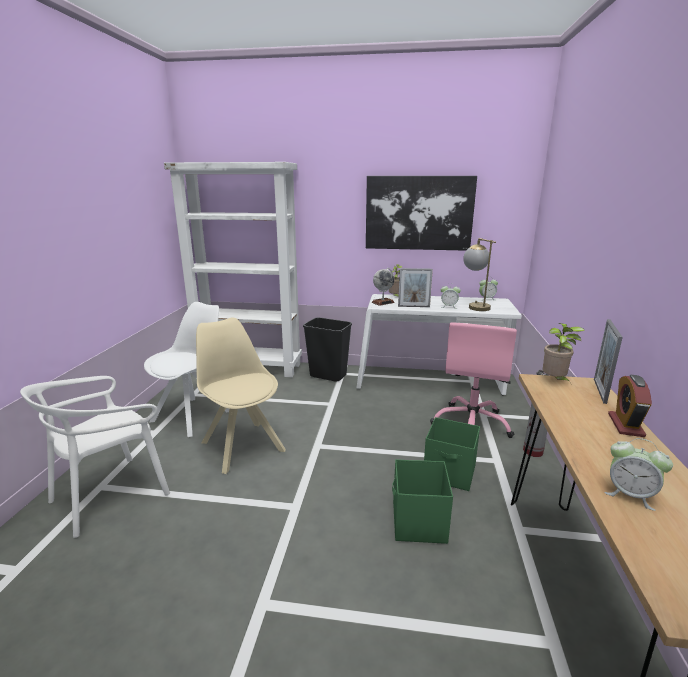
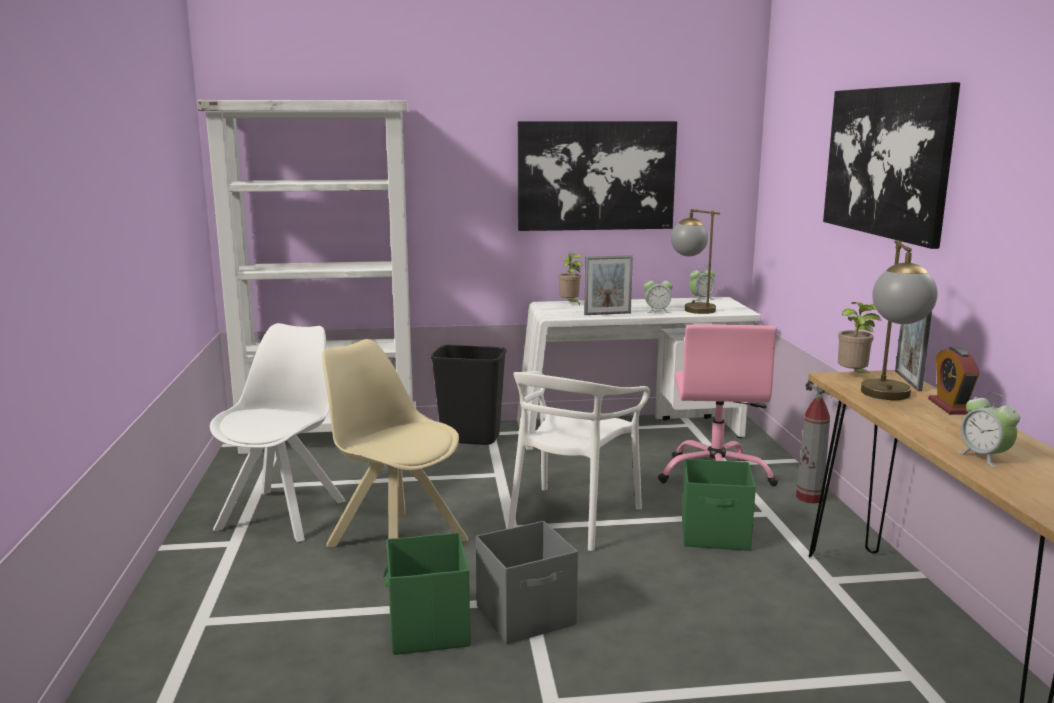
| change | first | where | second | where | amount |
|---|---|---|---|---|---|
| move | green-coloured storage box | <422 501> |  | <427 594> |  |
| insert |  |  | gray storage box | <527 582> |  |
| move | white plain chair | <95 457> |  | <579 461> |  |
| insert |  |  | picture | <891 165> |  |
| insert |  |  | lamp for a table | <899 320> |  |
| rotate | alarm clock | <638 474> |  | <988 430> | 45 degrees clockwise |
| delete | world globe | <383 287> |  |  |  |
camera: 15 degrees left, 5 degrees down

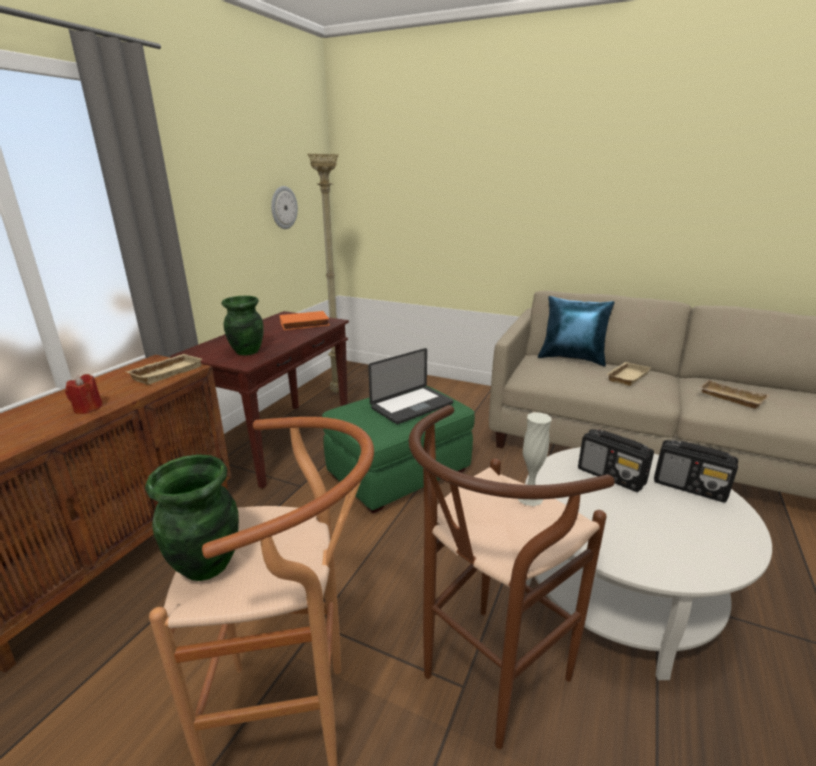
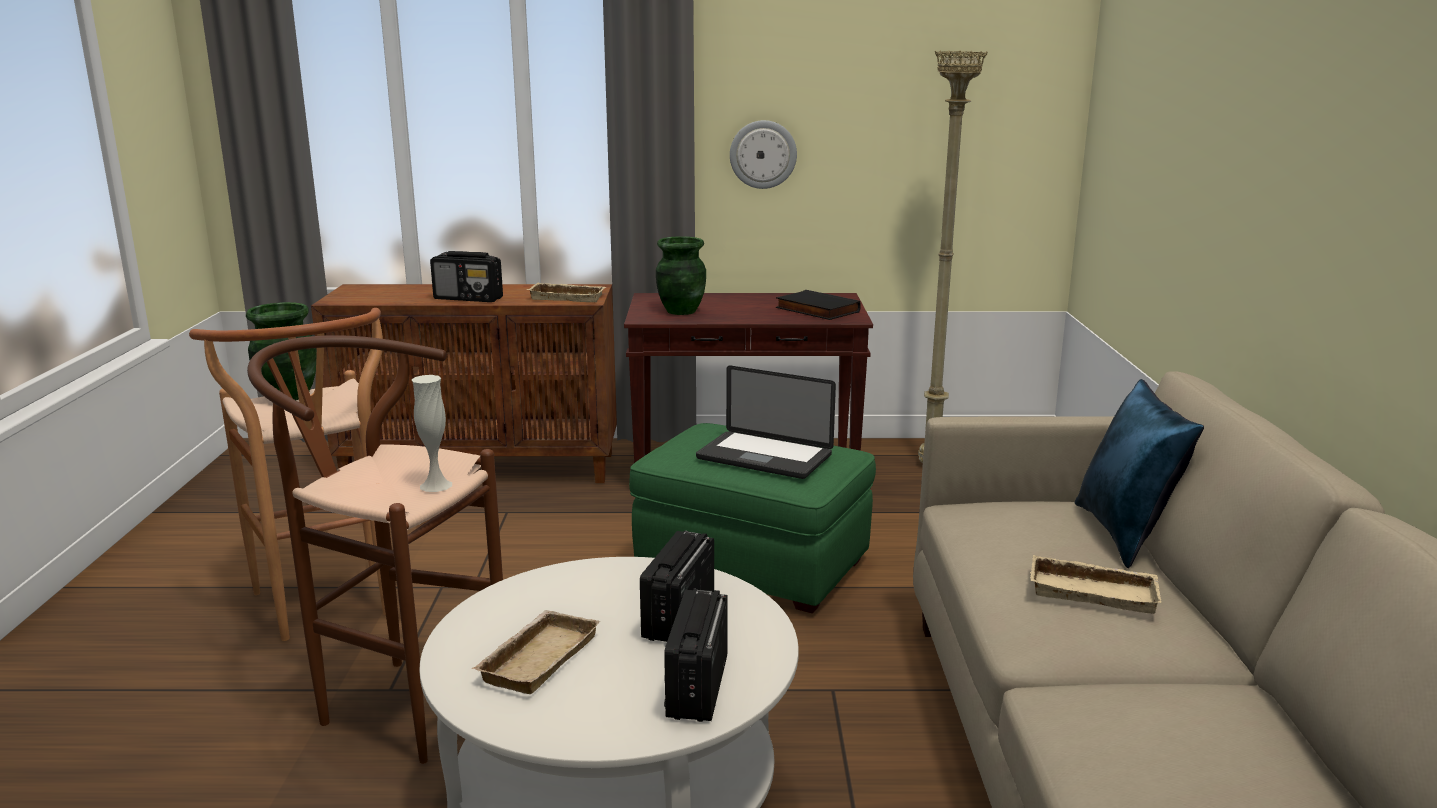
| change | first | where | second | where | amount |
|---|---|---|---|---|---|
| replace | reddish candle | <84 394> | radio receiver | <466 276> |  |
| move | sand-coloured tray | <733 394> |  | <536 652> |  |
| move | wall clock | <284 207> |  | <763 154> |  |
| recolor | orange bound book | <305 320> | blackish bound book | <818 305> |  |
camera: 65 degrees right, 5 degrees down

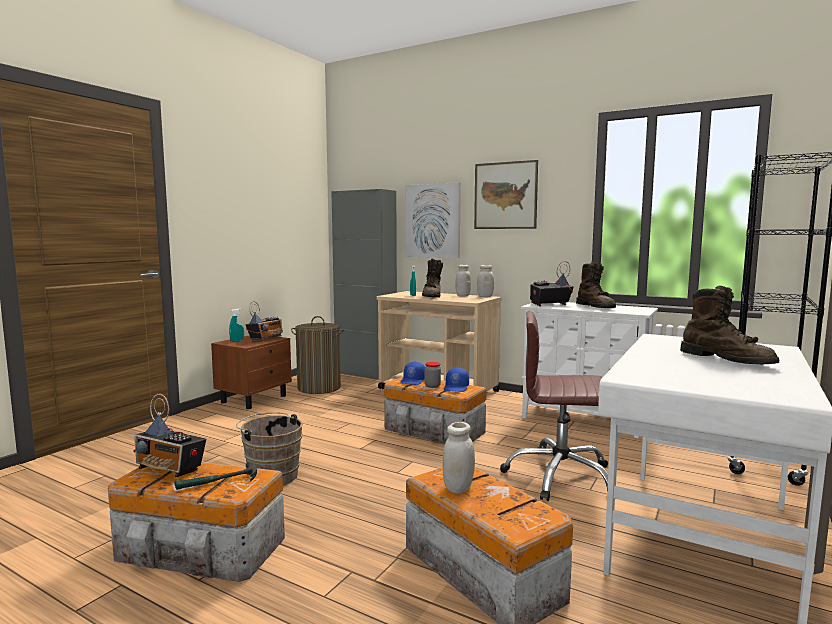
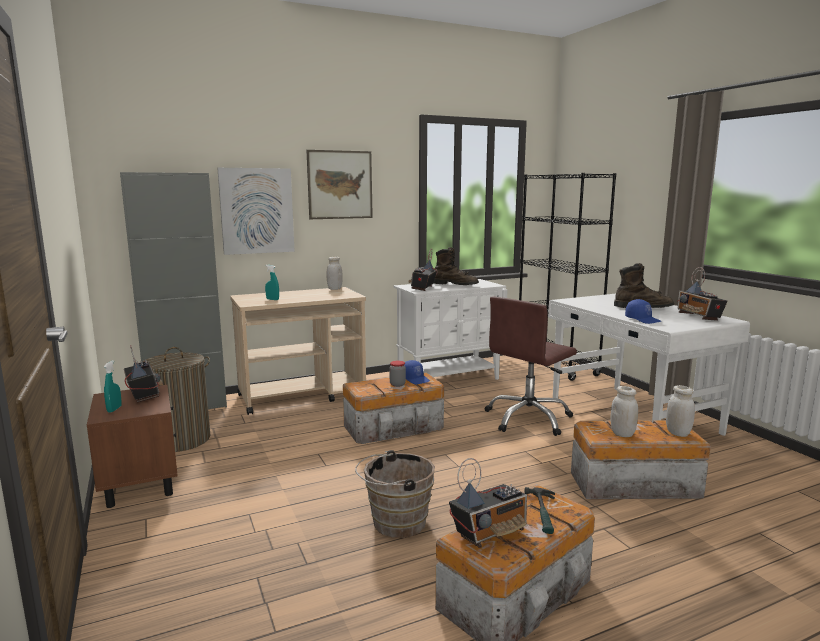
| change | first | where | second | where | amount |
|---|---|---|---|---|---|
| move | blue-coloured peaked cap | <413 373> |  | <643 311> |  |
| move | white storage jar | <463 280> |  | <680 411> |  |
| insert |  |  | radio receiver | <702 294> |  |
| delete | brownish boot | <432 278> |  |  |  |
camera: 55 degrees left, 5 degrees up

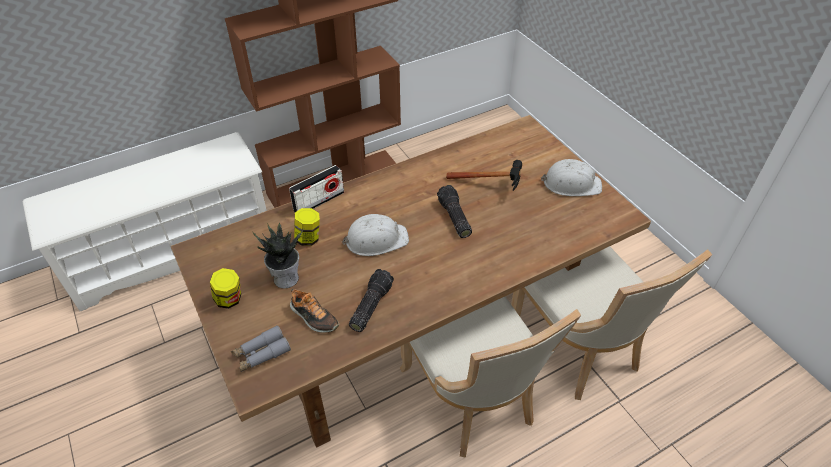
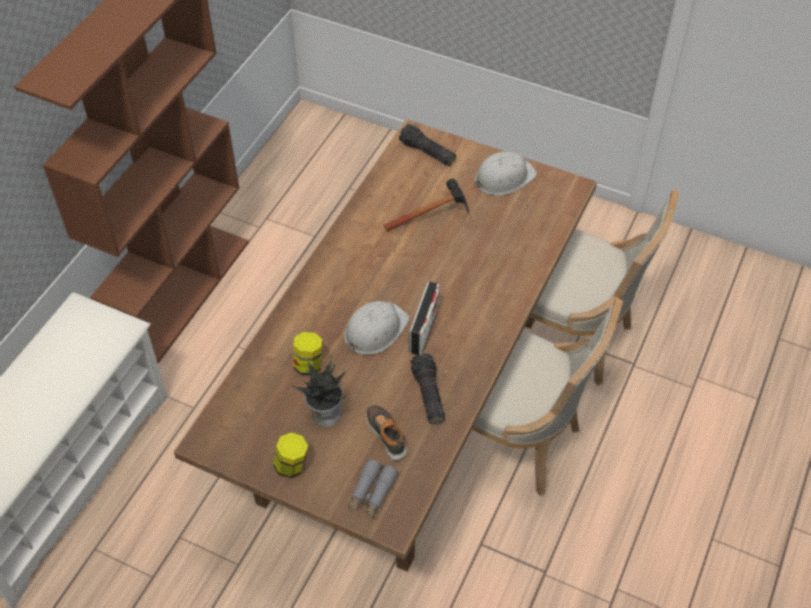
| change | first | where | second | where | amount |
|---|---|---|---|---|---|
| rotate | item of footwear | <314 311> |  | <386 433> | 120 degrees counterclockwise |
| move | torch | <454 211> |  | <427 145> |  |
| move | radio receiver | <316 188> |  | <424 318> |  |
camera: 35 degrees left, 5 degrees up

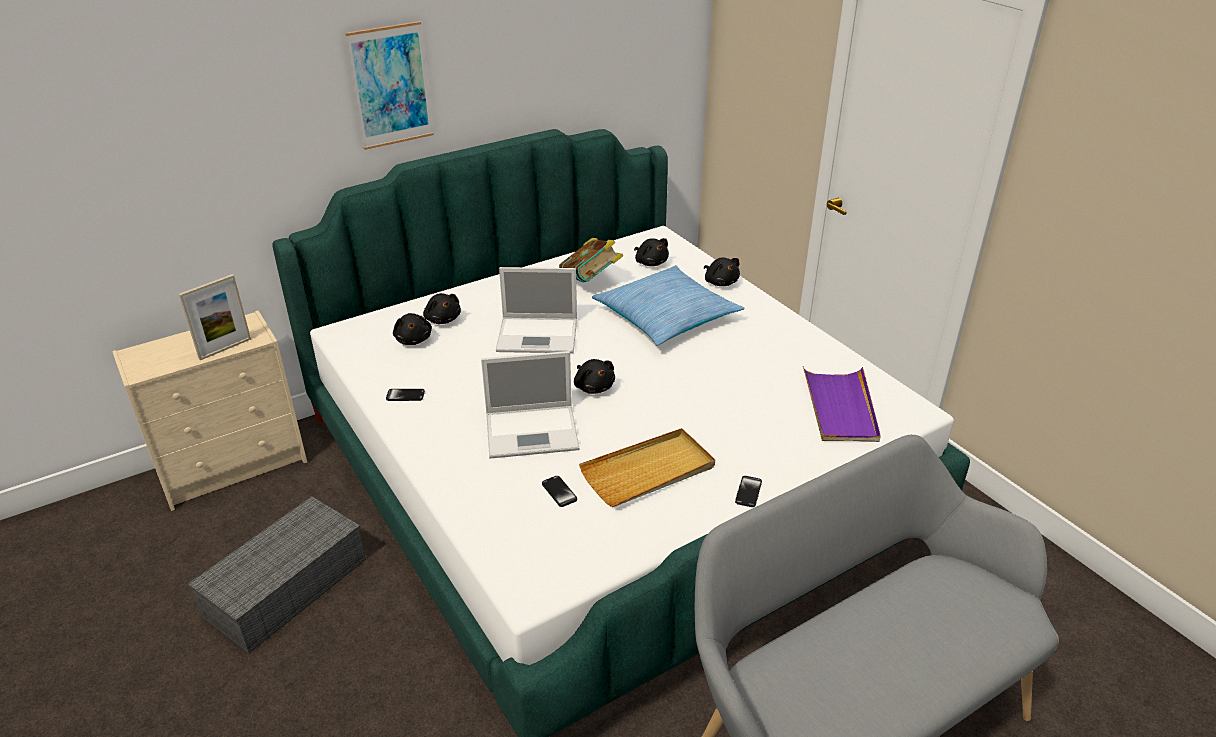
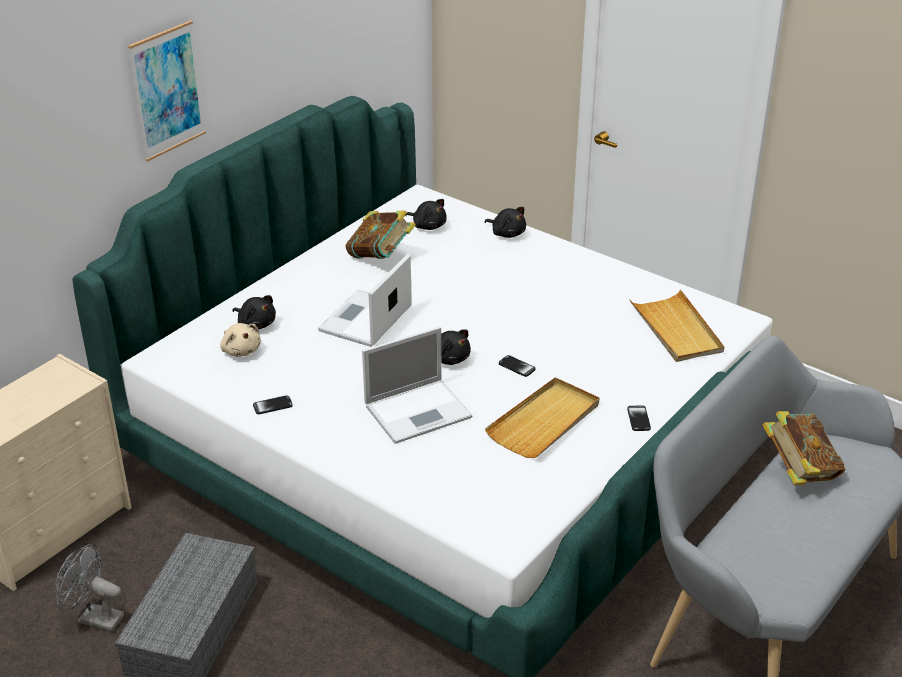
| change | first | where | second | where | amount |
|---|---|---|---|---|---|
| insert |  |  | gray electric fan | <89 588> |  |
| recolor | blackish soft toy | <412 329> | sand-coloured soft toy | <240 340> |  |
| rotate | notebook computer | <536 310> |  | <365 300> | 135 degrees clockwise |
| move | phone | <559 491> |  | <517 366> |  |
| recolor | purple-coloured tray | <842 404> | sand-coloured tray | <676 325> |  |
| insert |  |  | bound book | <804 448> |  |
| delete | photo frame | <215 317> |  |  |  |
| delete | pillow | <668 305> |  |  |  |
camera: 20 degrees left, 0 degrees up

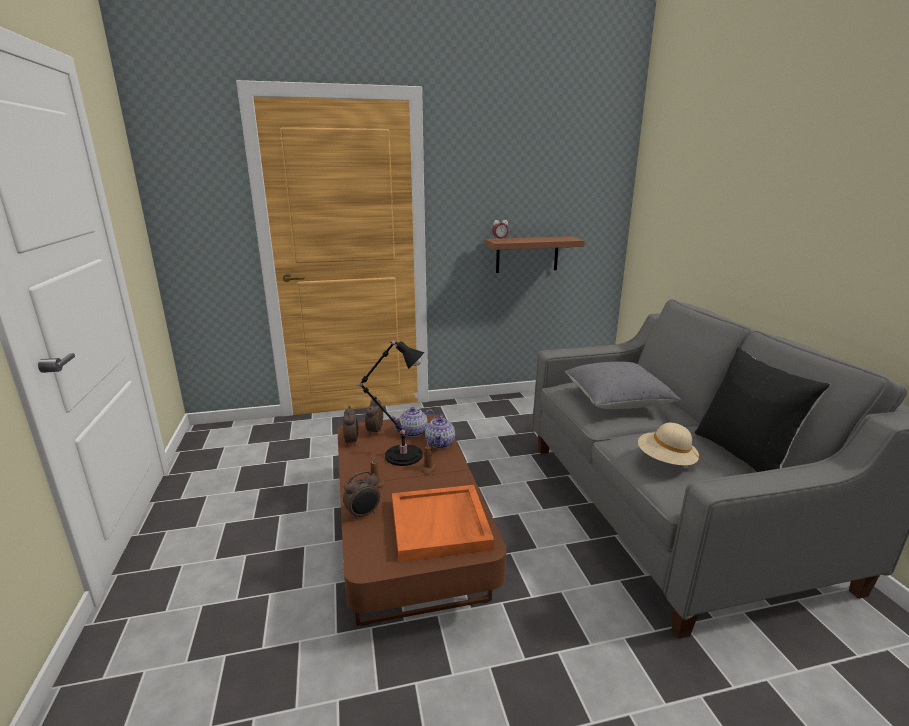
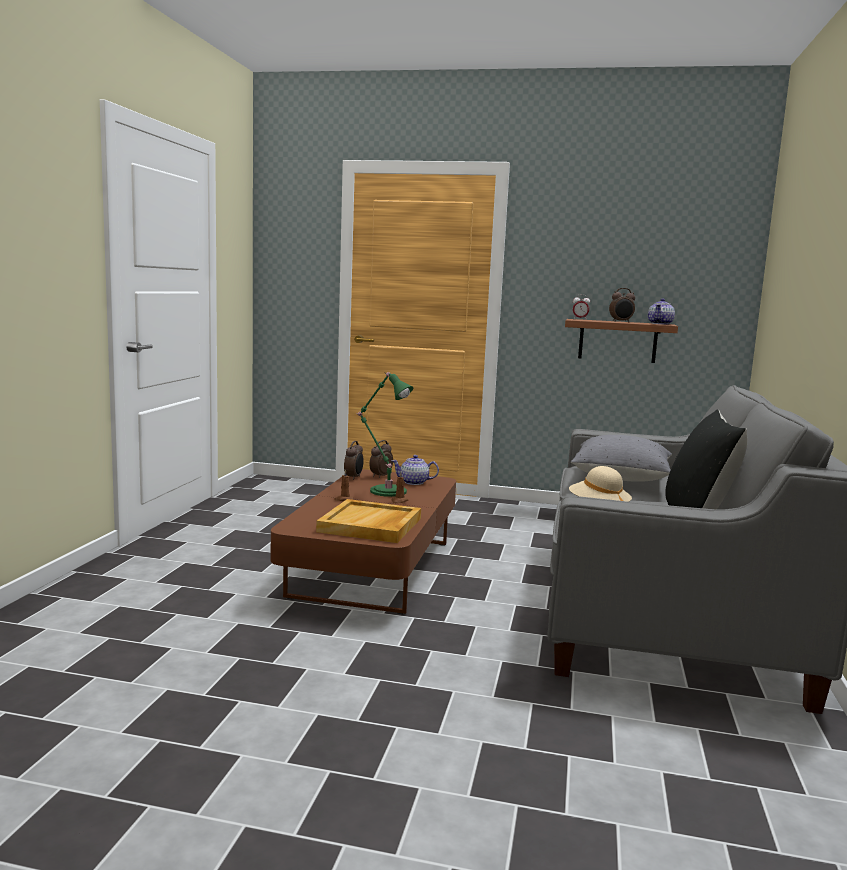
| change | first | where | second | where | amount |
|---|---|---|---|---|---|
| recolor | orange tray | <443 523> | sand-coloured tray | <368 521> |  |
| recolor | blackish lamp for a table | <390 403> | green-coloured lamp for a table | <385 434> |  |
| move | alarm clock | <361 496> |  | <622 305> |  |
| move | teapot | <440 431> |  | <661 311> |  |
camera: 25 degrees right, 10 degrees down

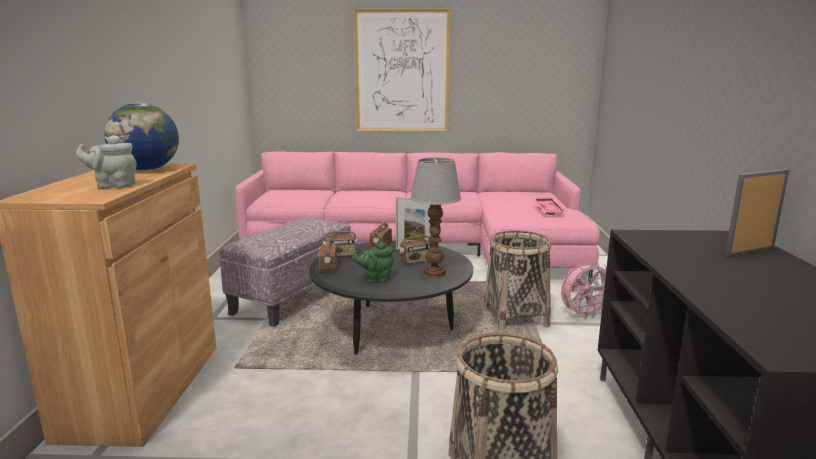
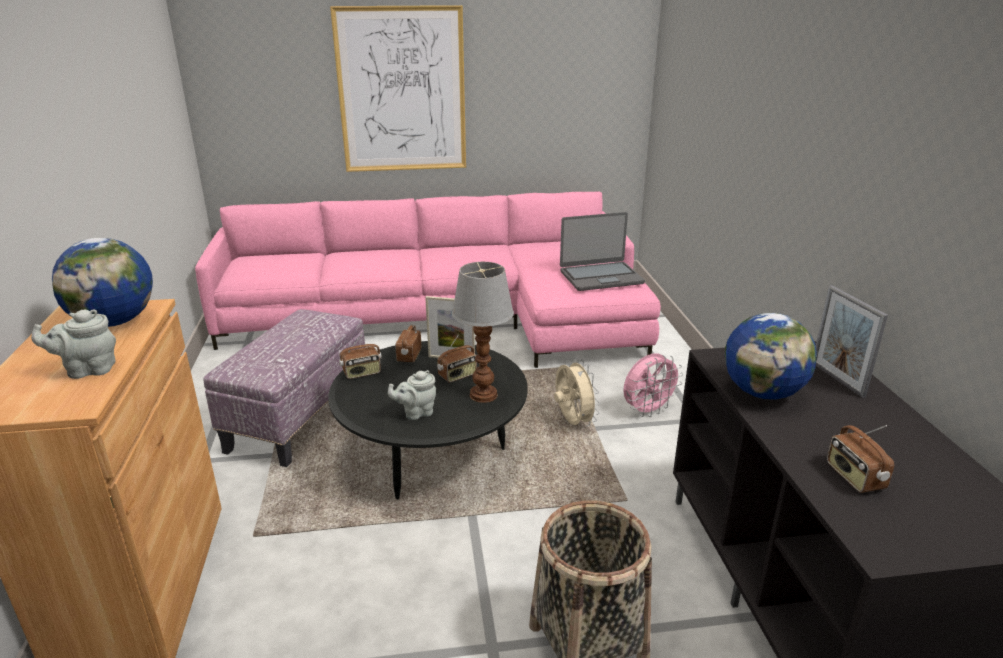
| change | first | where | second | where | amount |
|---|---|---|---|---|---|
| recolor | green-coloured teapot | <373 262> | gray teapot | <412 395> |  |
| replace | storage basket | <517 280> | sand-coloured electric fan | <577 392> |  |
| replace | pink-coloured tray | <549 206> | notebook computer | <602 251> |  |
| insert |  |  | world globe | <771 356> |  |
| rotate | photo frame | <757 213> |  | <852 341> | 75 degrees counterclockwise |
| move | radio receiver | <327 253> |  | <860 459> |  |
camera: 10 degrees left, 10 degrees up

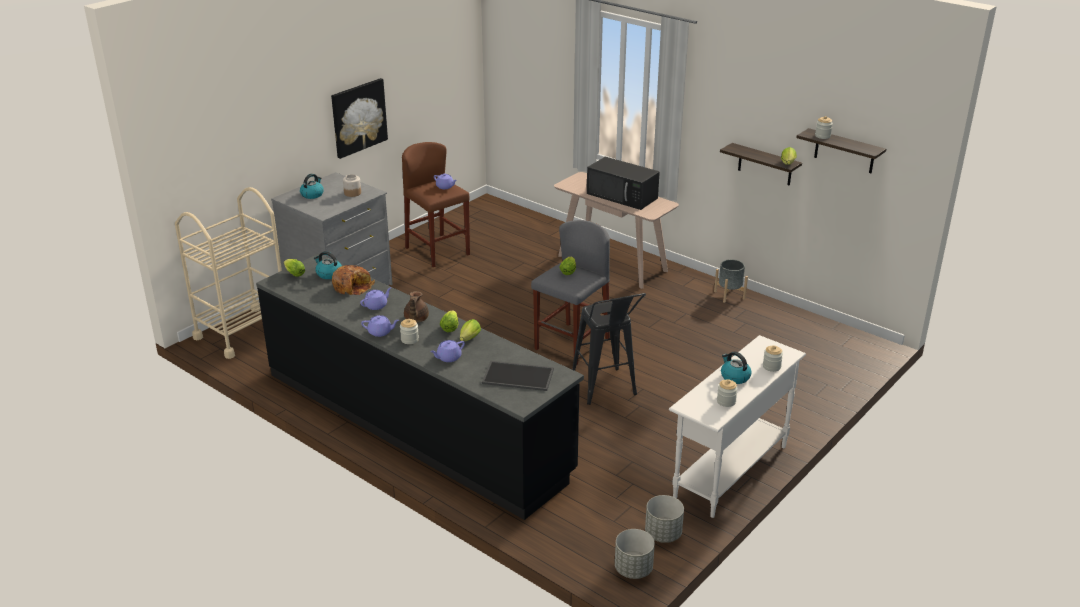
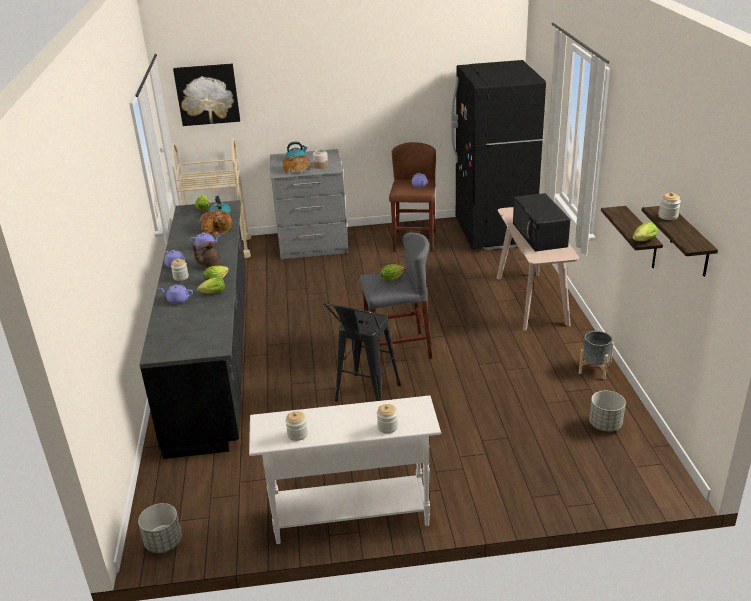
| change | first | where | second | where | amount |
|---|---|---|---|---|---|
| move | picture | <359 118> |  | <206 95> |  |
| insert |  |  | baked bread | <296 164> |  |
| insert |  |  | blackish fridge | <498 155> |  |
| move | gray planter | <664 519> |  | <607 411> |  |
| delete | tray | <518 376> |  |  |  |
| delete | water kettle | <736 367> |  |  |  |
camera: 45 degrees right, 0 degrees up

